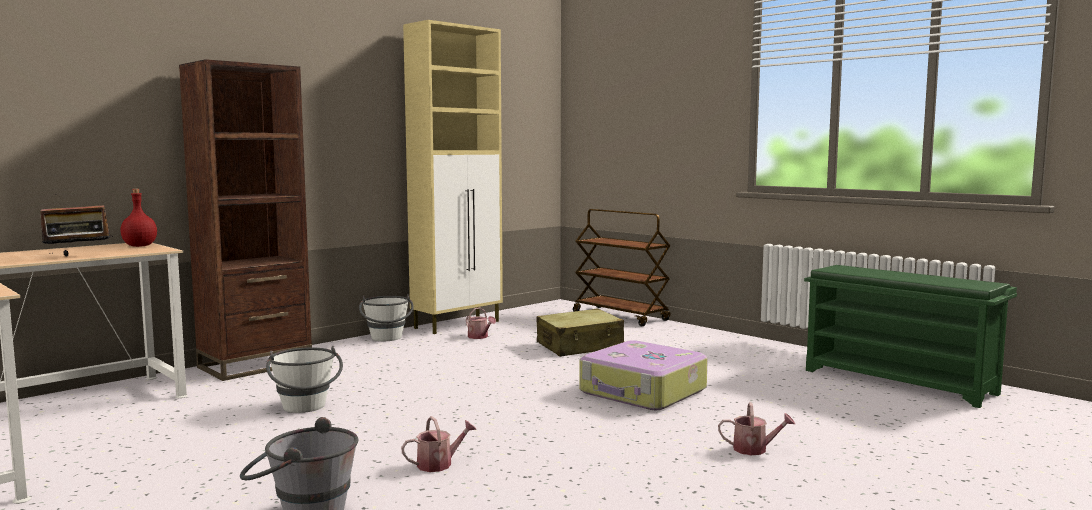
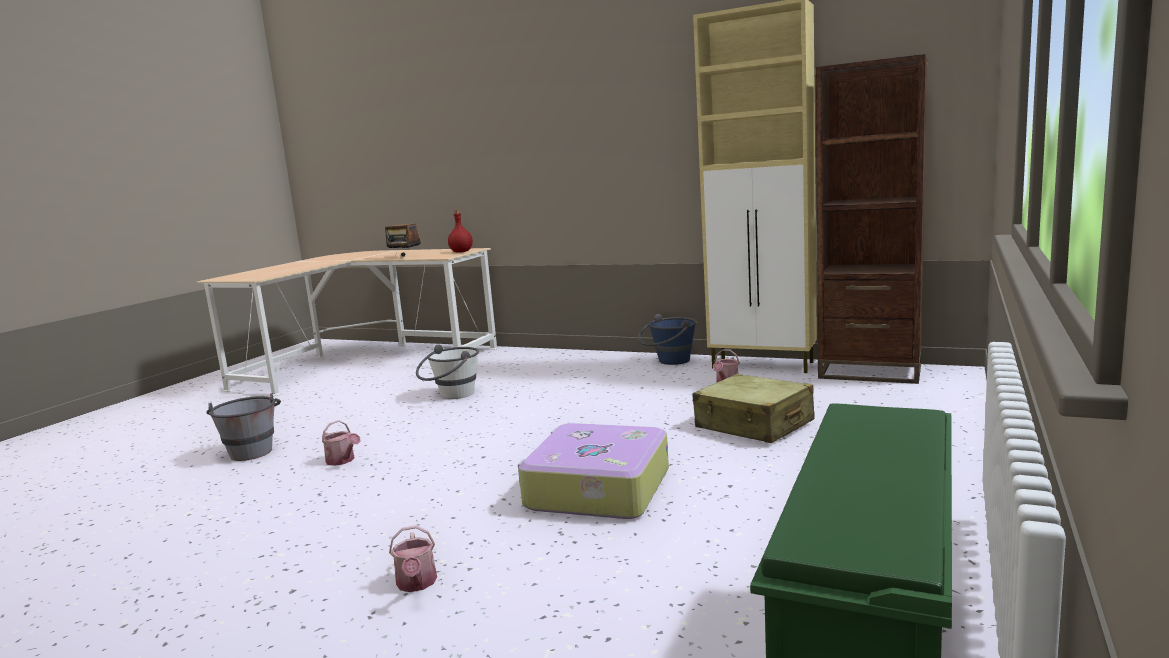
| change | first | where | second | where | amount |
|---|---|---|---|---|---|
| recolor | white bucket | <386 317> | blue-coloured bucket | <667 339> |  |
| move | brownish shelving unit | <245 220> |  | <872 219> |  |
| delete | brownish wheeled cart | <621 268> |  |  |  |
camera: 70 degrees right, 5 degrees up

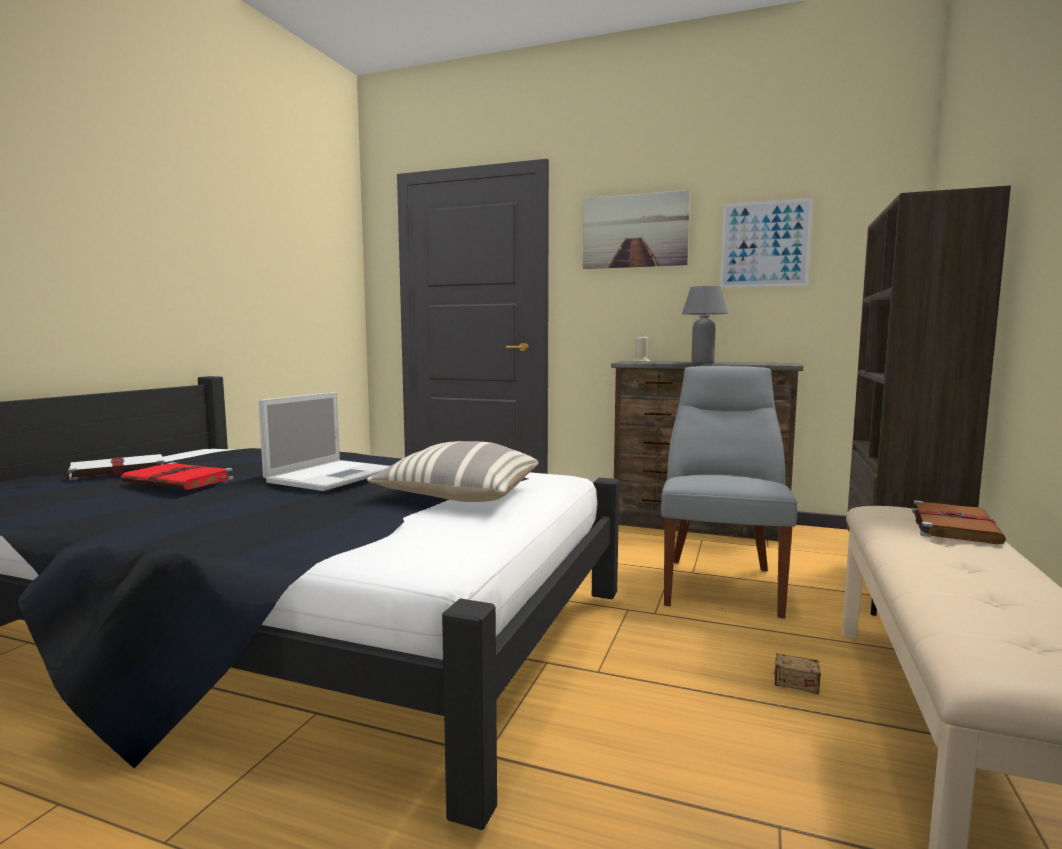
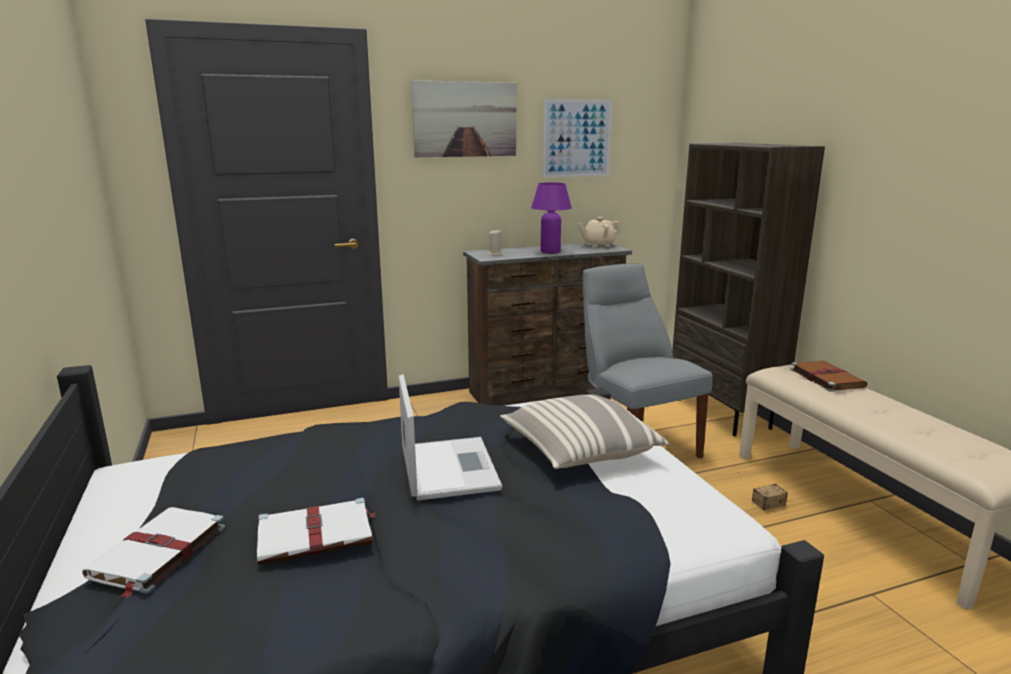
| change | first | where | second | where | amount |
|---|---|---|---|---|---|
| recolor | reddish bound book | <177 476> | white bound book | <317 531> |  |
| recolor | gray lamp for a table | <705 324> | purple-coloured lamp for a table | <551 218> |  |
| insert |  |  | sand-coloured teapot | <599 232> |  |
camera: 40 degrees left, 10 degrees up

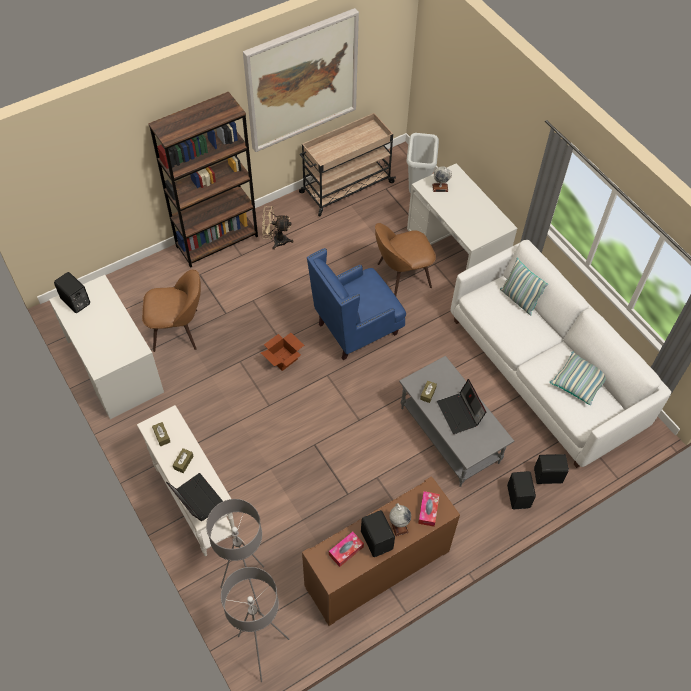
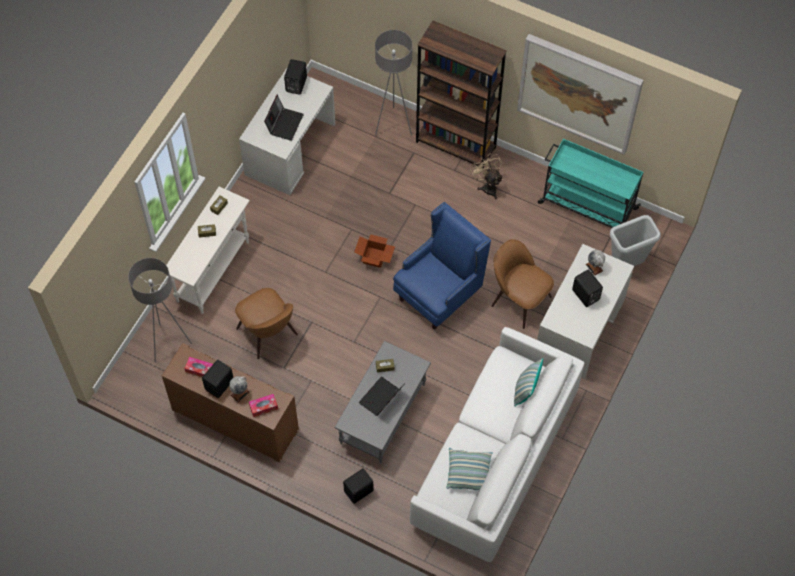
| change | first | where | second | where | amount |
|---|---|---|---|---|---|
| move | brownish plain chair | <171 310> |  | <266 323> |  |
| move | notebook computer | <194 497> |  | <284 118> |  |
| move | gray standard lamp | <255 624> |  | <394 83> |  |
| rotate | blue-coloured easy chair | <356 304> |  | <442 266> | 105 degrees clockwise |
| recolor | sand-coloured wheeled cart | <347 164> | turquoise wheeled cart | <590 183> |  |
| move | blackish loudspeaker | <551 469> |  | <587 288> |  |
camera: 60 degrees right, 5 degrees up

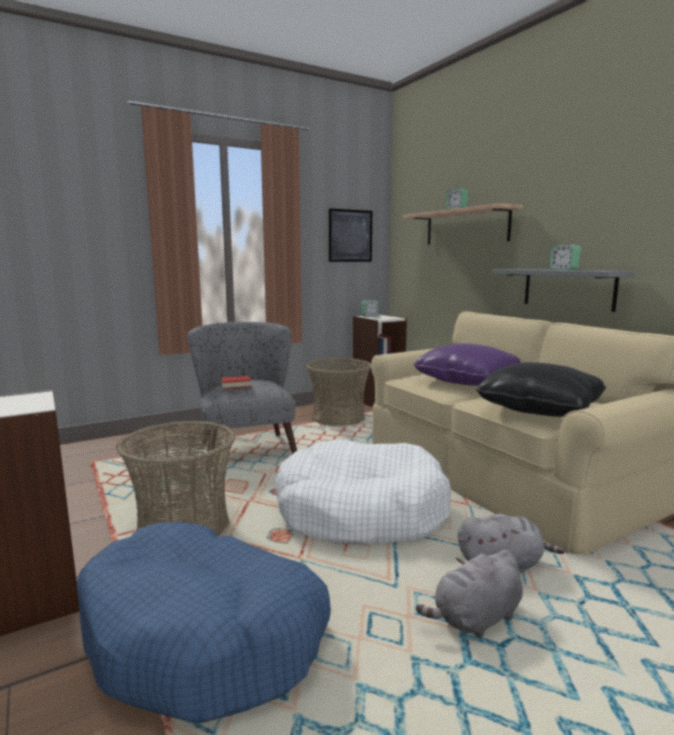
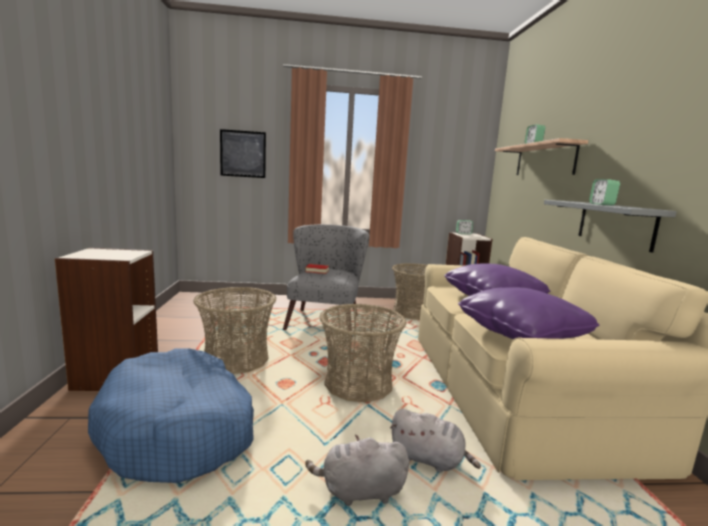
| change | first | where | second | where | amount |
|---|---|---|---|---|---|
| move | picture | <350 235> |  | <243 153> |  |
| replace | white pet bed | <363 491> | storage basket | <363 353> |  |
| recolor | blackish pillow | <540 389> | purple-coloured pillow | <528 313> |  |
camera: 25 degrees right, 0 degrees up

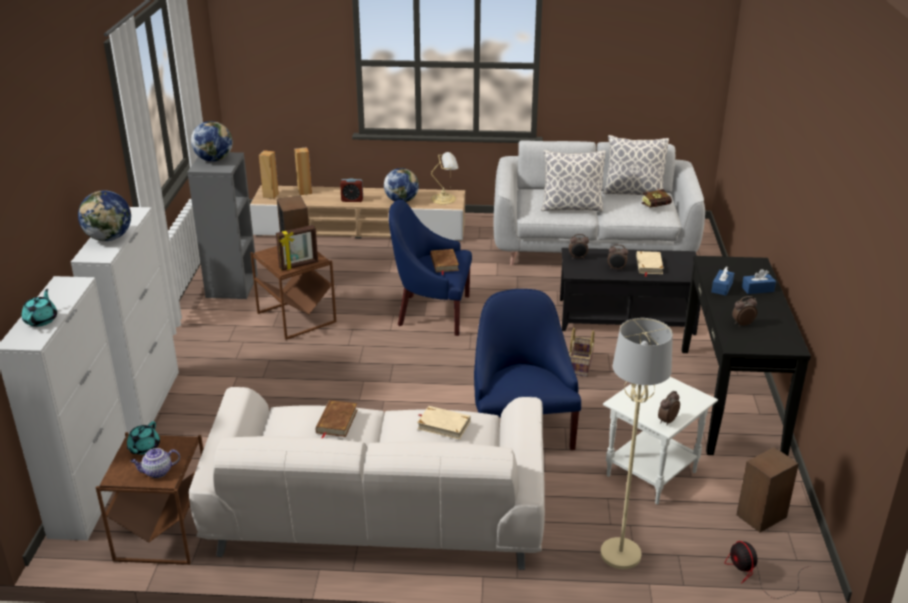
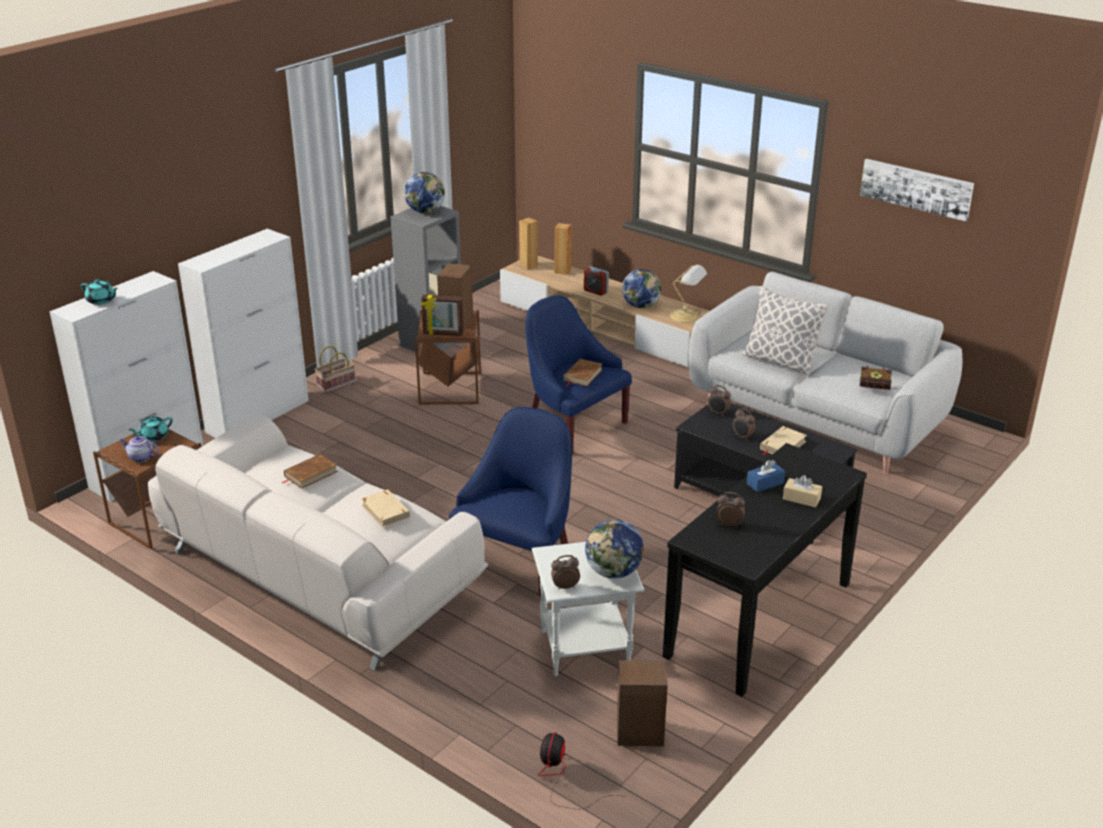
| change | first | where | second | where | amount |
|---|---|---|---|---|---|
| rotate | turquoise teapot | <39 308> |  | <99 292> | 75 degrees clockwise |
| move | storage basket | <582 352> |  | <335 370> |  |
| move | world globe | <104 215> |  | <614 549> |  |
| recolor | blue-coloured box of tissues | <759 281> | sand-coloured box of tissues | <802 491> |  |
| insert |  |  | picture | <917 190> |  |
| delete | sand-coloured standard lamp | <636 443> |  |  |  |
| delete | pillow | <636 165> |  |  |  |
camera: 35 degrees right, 0 degrees up

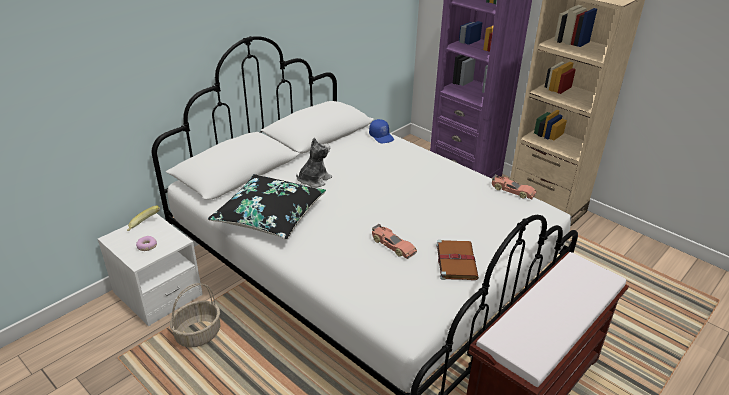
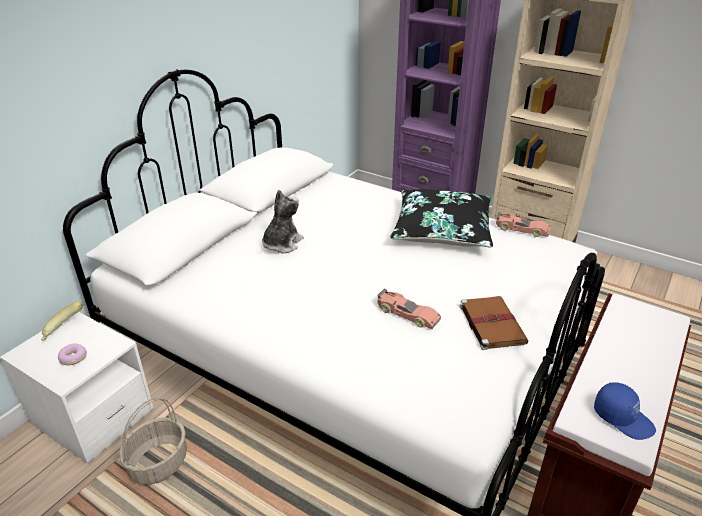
| change | first | where | second | where | amount |
|---|---|---|---|---|---|
| move | blackish pillow | <267 206> |  | <441 218> |  |
| move | blue-coloured peaked cap | <381 131> |  | <625 411> |  |
camera: 10 degrees left, 0 degrees up

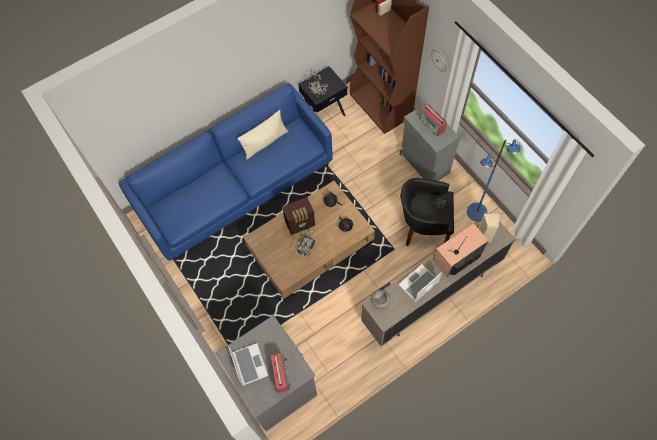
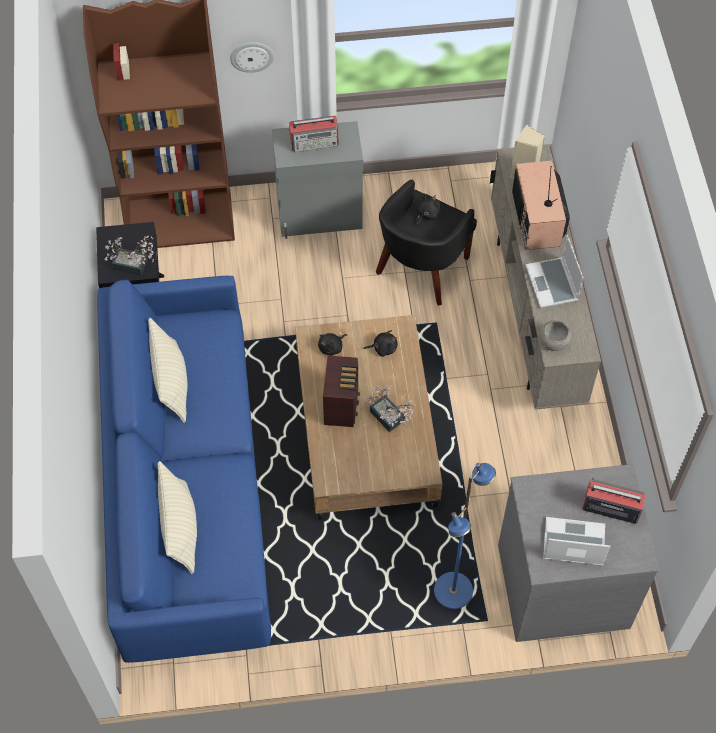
| change | first | where | second | where | amount |
|---|---|---|---|---|---|
| insert |  |  | sand-coloured pillow | <177 517> |  |
| move | blue-coloured standard lamp | <493 180> |  | <465 535> |  |
camera: 65 degrees left, 5 degrees down

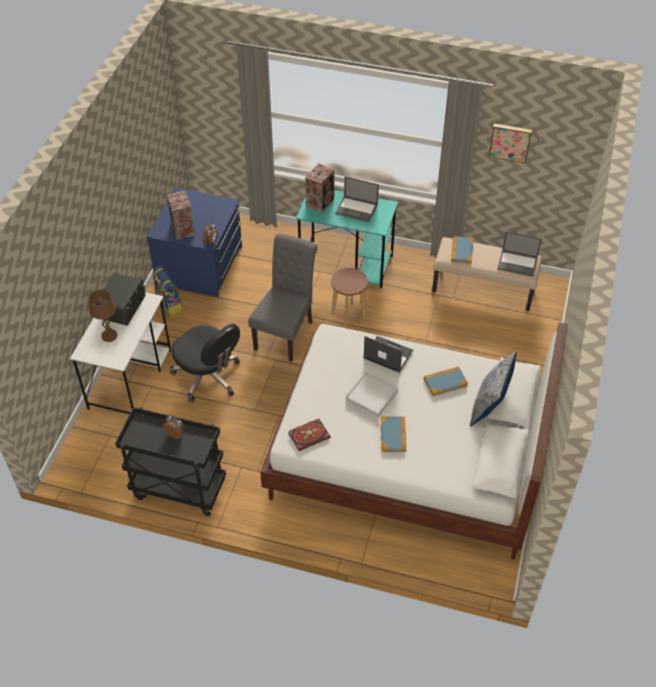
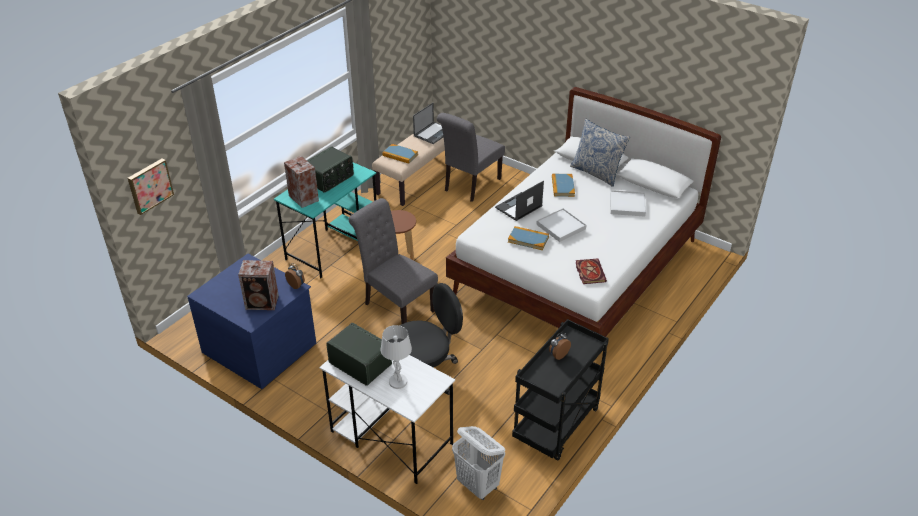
| change | first | where | second | where | amount |
|---|---|---|---|---|---|
| move | picture | <510 143> |  | <151 186> |  |
| replace | notebook computer | <357 199> | radio receiver | <330 170> |  |
| recolor | brownish lamp for a table | <103 316> | white lamp for a table | <396 357> |  |
| insert |  |  | gray plain chair | <471 157> |  |
| insert |  |  | white hamper | <478 463> |  |
| move | bound book | <393 434> |  | <528 238> |  |
| insert |  |  | white tray | <628 203> |  |
| delete | backpack | <167 292> |  |  |  |
camera: 70 degrees left, 10 degrees down

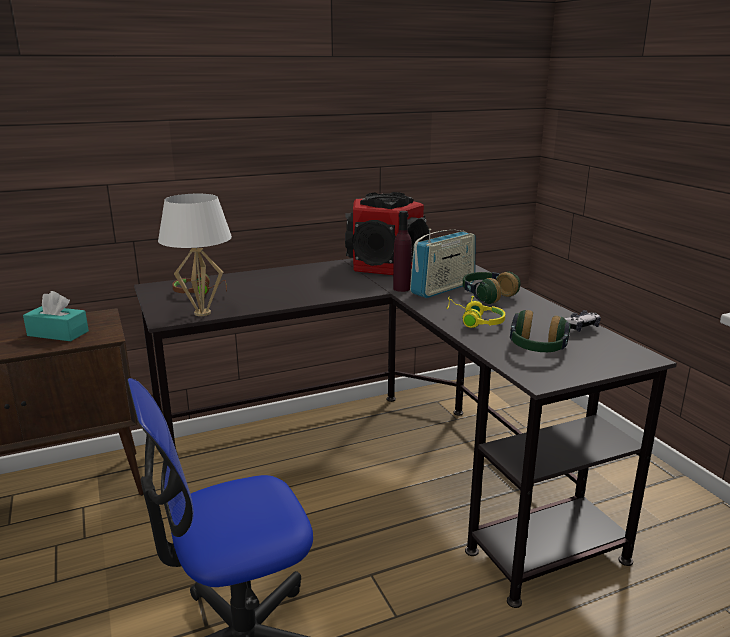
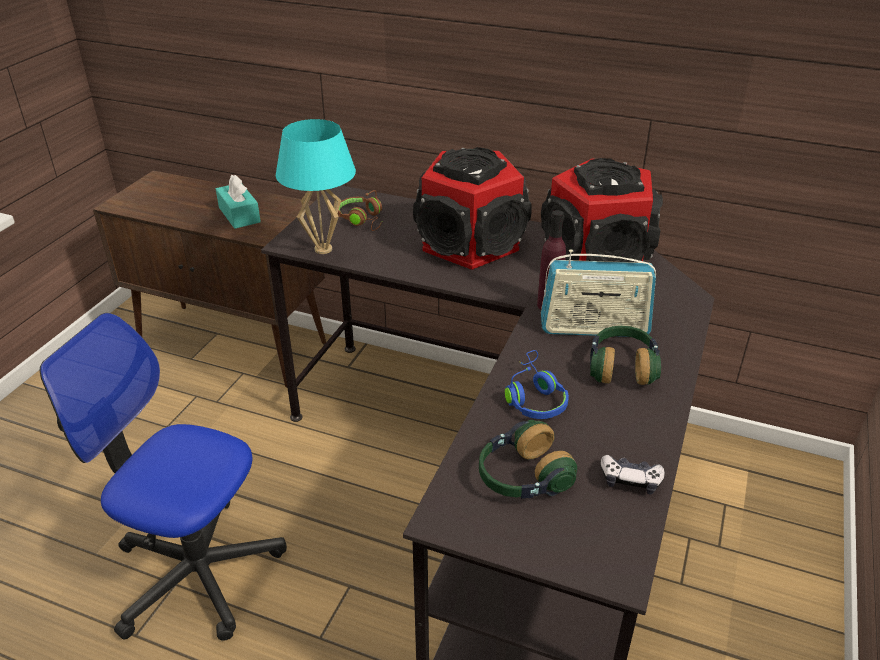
| change | first | where | second | where | amount |
|---|---|---|---|---|---|
| recolor | white lamp for a table | <195 255> | turquoise lamp for a table | <316 186> |  |
| insert |  |  | loudspeaker | <472 208> |  |
| recolor | yellow headset | <475 312> | blue-coloured headset | <537 384> |  |
camera: 45 degrees right, 15 degrees up

